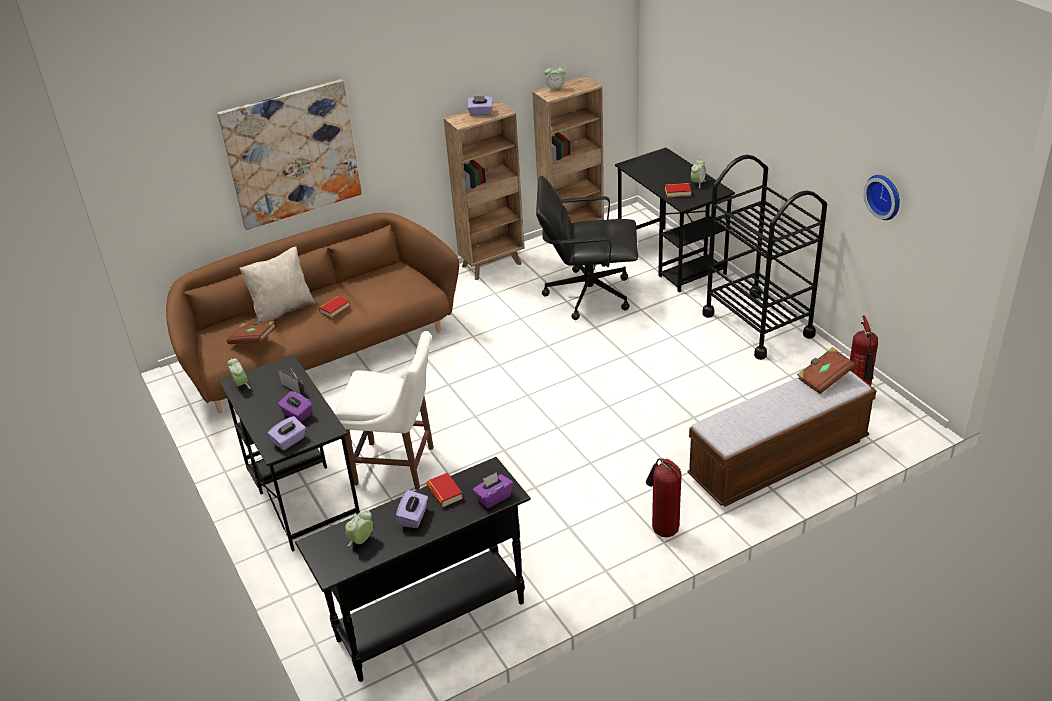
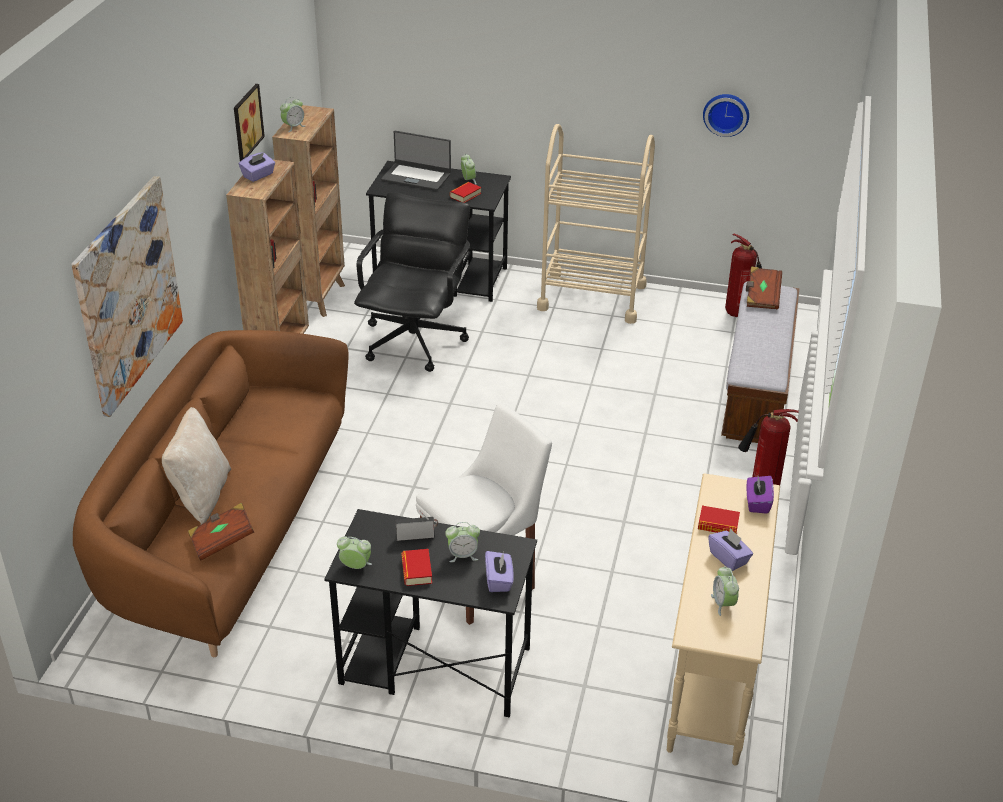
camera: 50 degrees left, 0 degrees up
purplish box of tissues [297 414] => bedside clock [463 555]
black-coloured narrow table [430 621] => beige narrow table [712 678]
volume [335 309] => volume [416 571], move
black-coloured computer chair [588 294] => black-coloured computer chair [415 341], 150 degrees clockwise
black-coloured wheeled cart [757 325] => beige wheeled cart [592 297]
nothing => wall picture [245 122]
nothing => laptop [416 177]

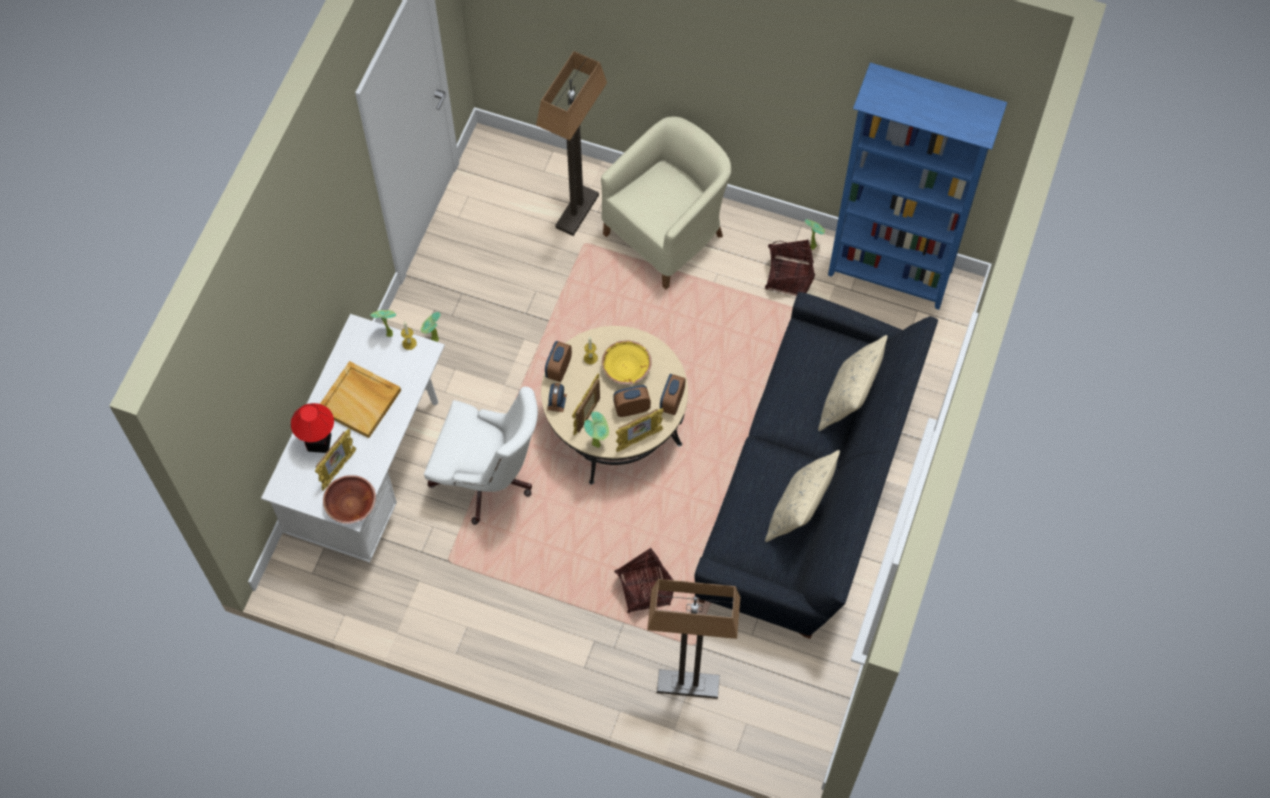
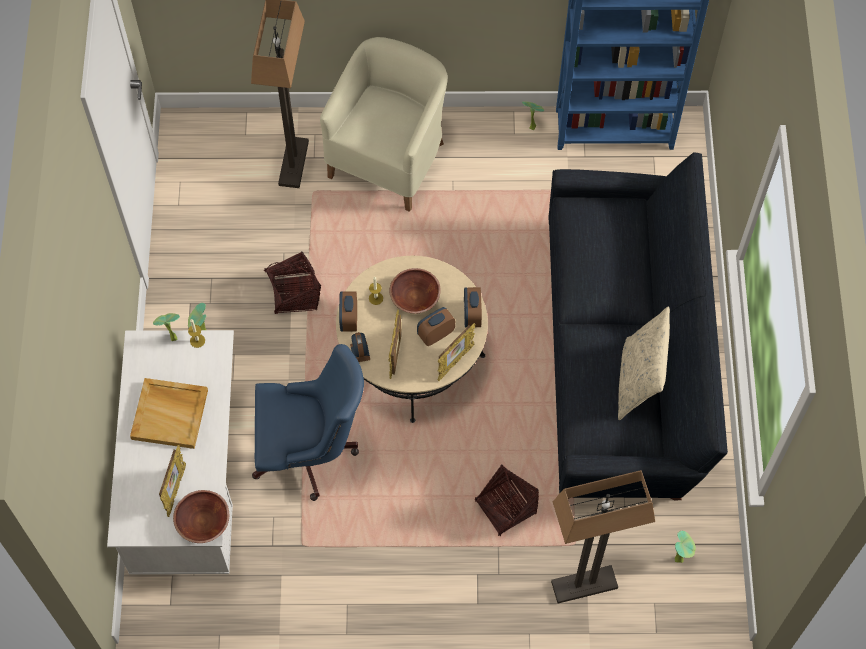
camera: 20 degrees left, 0 degrees up
table lamp [319 442] => nothing
whitish computer chair [488 479] => blue-coloured computer chair [310 451]
potted plant [598 443] => potted plant [680 558], move
yellow bowl [626 369] => brown bowl [415 298]
household basket [788 276] => household basket [294 293], move
beige throw pillow [848 401] => nothing

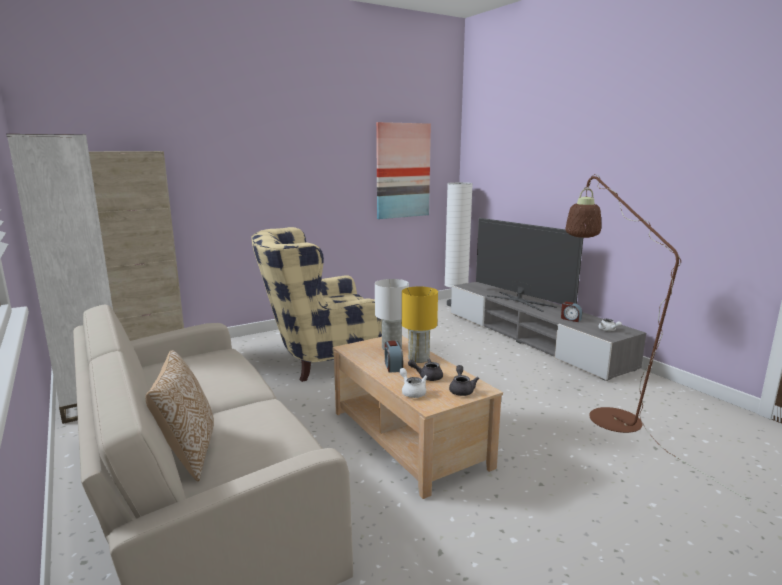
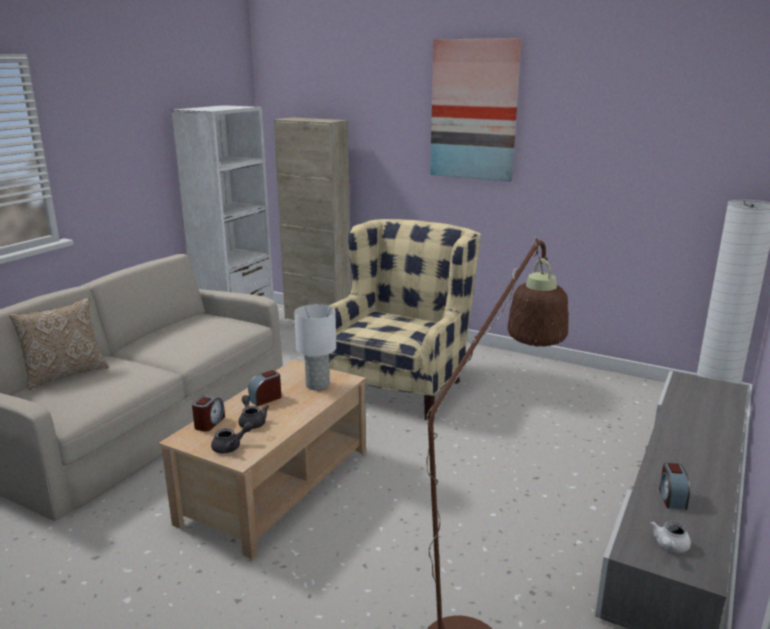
camera: 60 degrees right, 5 degrees up
beige lounge chair [318 360] => beige lounge chair [401 382], 75 degrees clockwise
wall picture [402 171] => wall picture [474 110], move
whitish teapot [412 392] => bedside clock [209 423]
yellow table lamp [418 358] => nothing
TV [520 301] => nothing

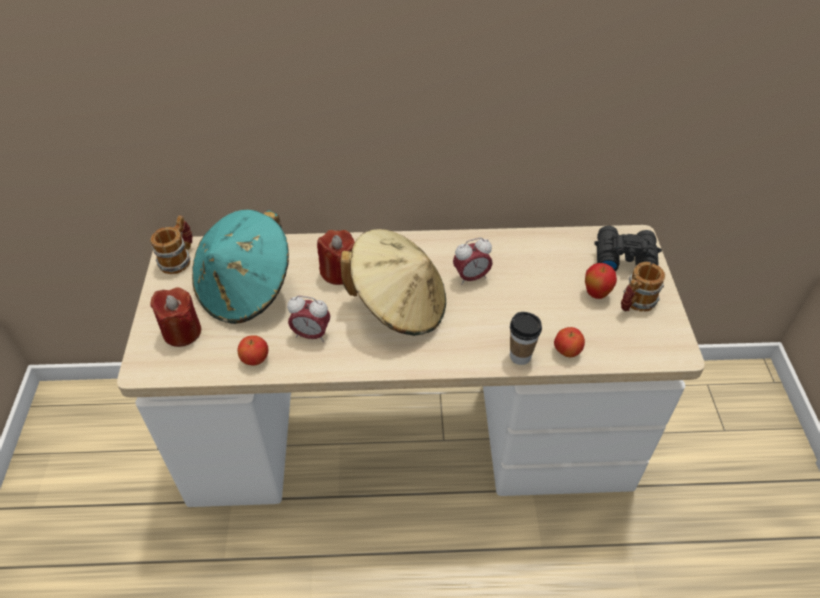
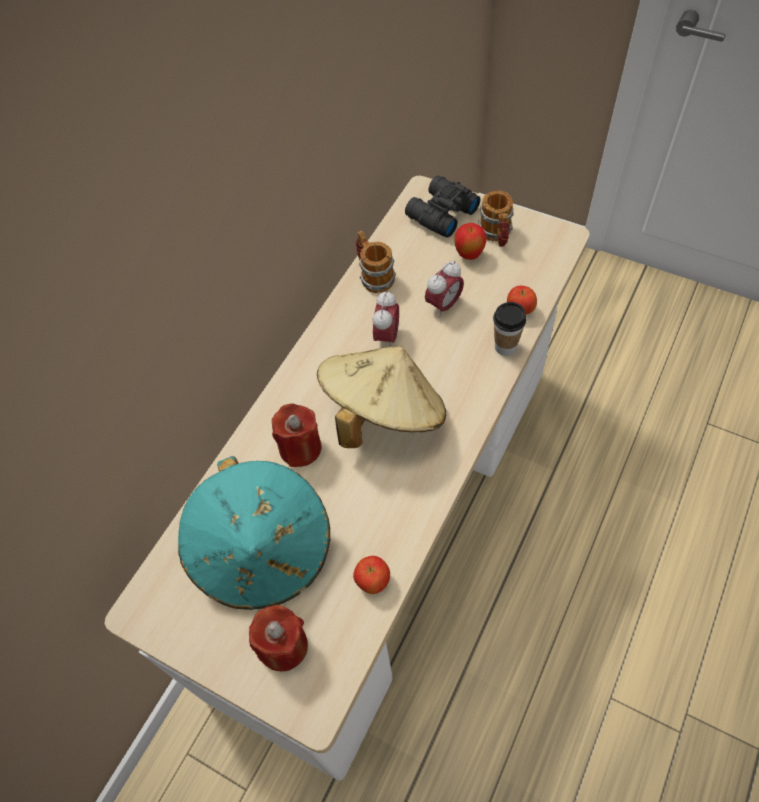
camera: 55 degrees left, 10 degrees up
coffee mug [179 259] => coffee mug [374 275], move
bedside clock [311 335] => bedside clock [444 305], move

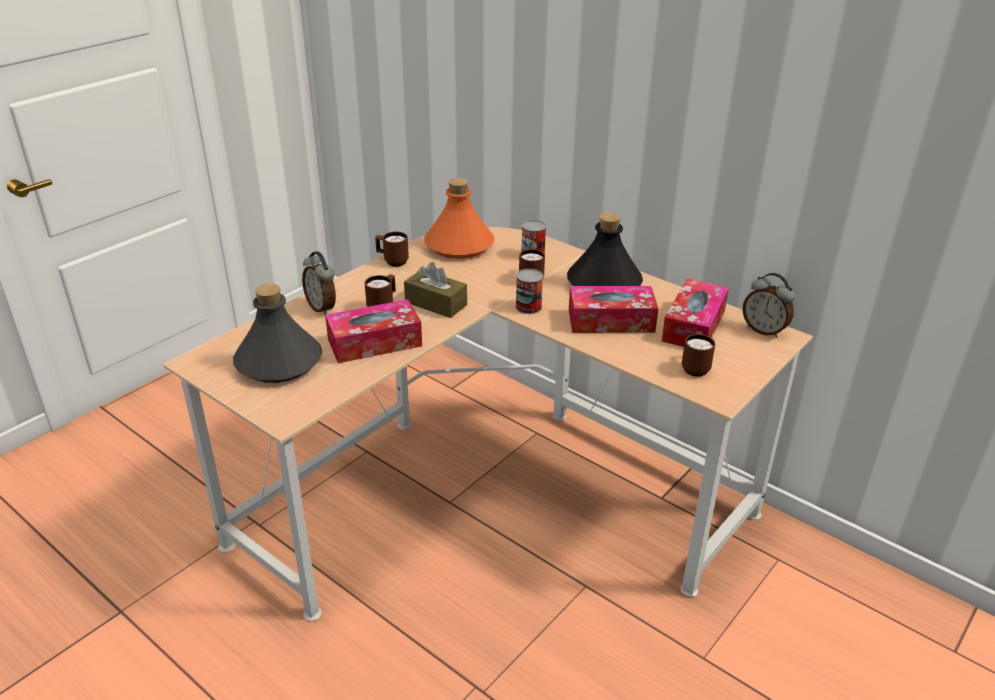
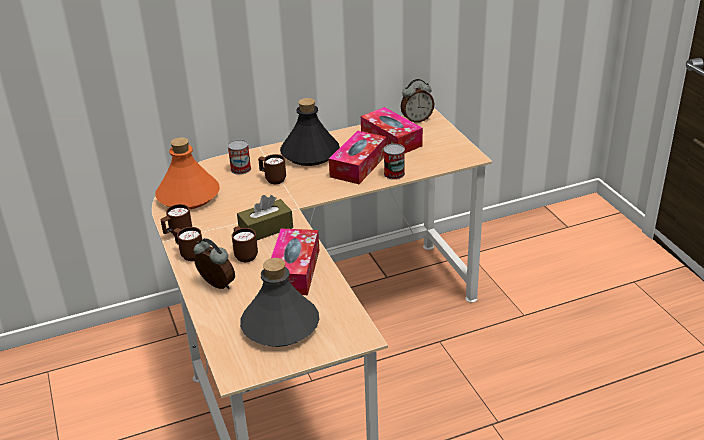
camera: 60 degrees left, 0 degrees up
bedside clock [322 308] => bedside clock [216 286], 135 degrees counterclockwise
metal can [528 307] => metal can [394 174], move
brown coffee mug [695 367] => brown coffee mug [189 254], move

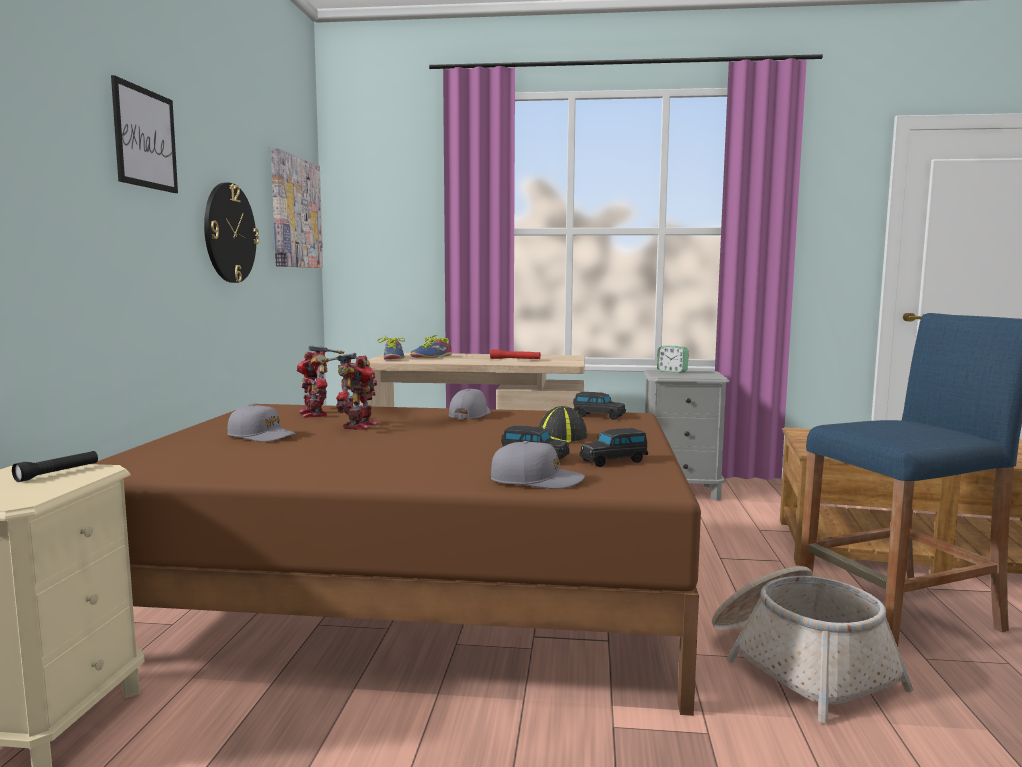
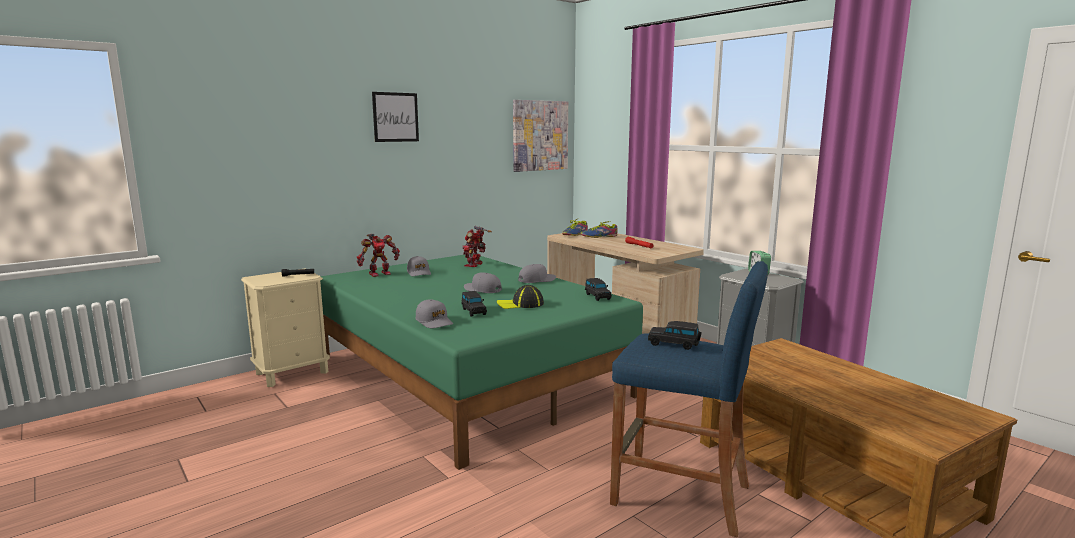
camera: 45 degrees right, 5 degrees up
brown bedroom bed [414 594] => greenish bedroom bed [469 375]
wall clock [229 233] => nothing
toy robot [357 426] => toy robot [379 273], move
black-coloured toy car [614 461] => black-coloured toy car [674 344], move
household basket [798 664] => nothing
nothing => greyish baseball cap [482 290]

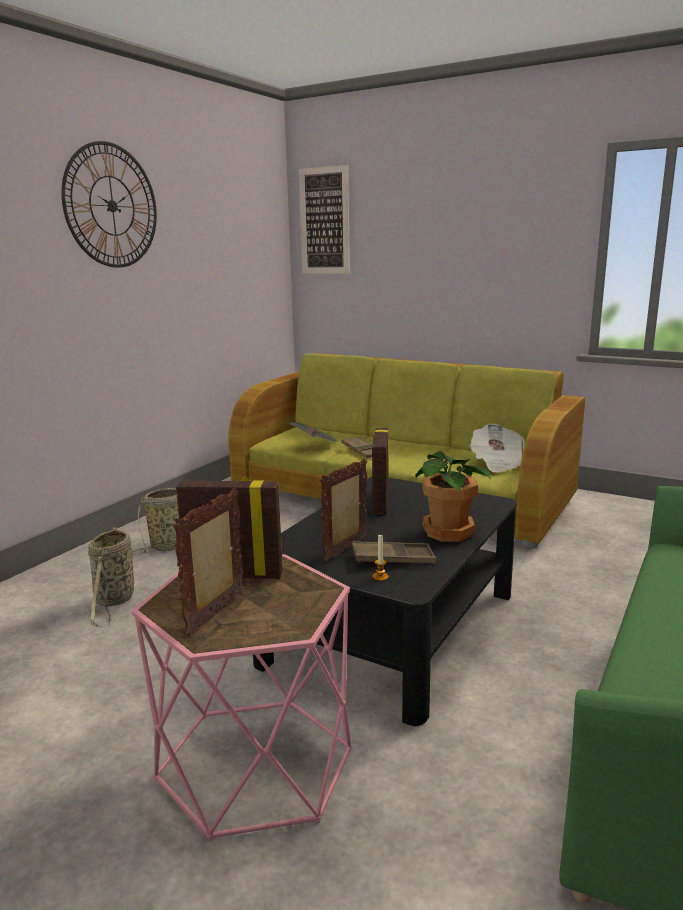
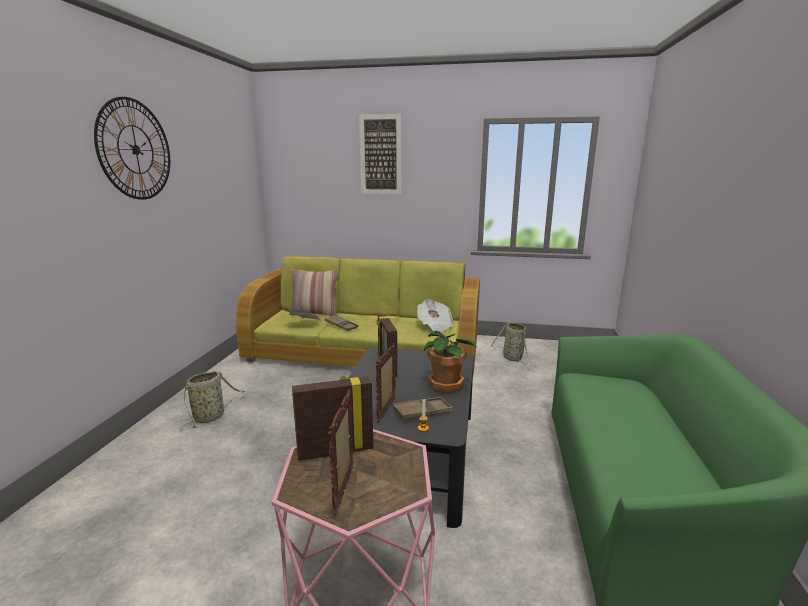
camera: 20 degrees left, 0 degrees up
household basket [114 601] => household basket [513 359], move
wall picture [324 221] => wall picture [380 155], move
nothing => throw pillow [315 313]

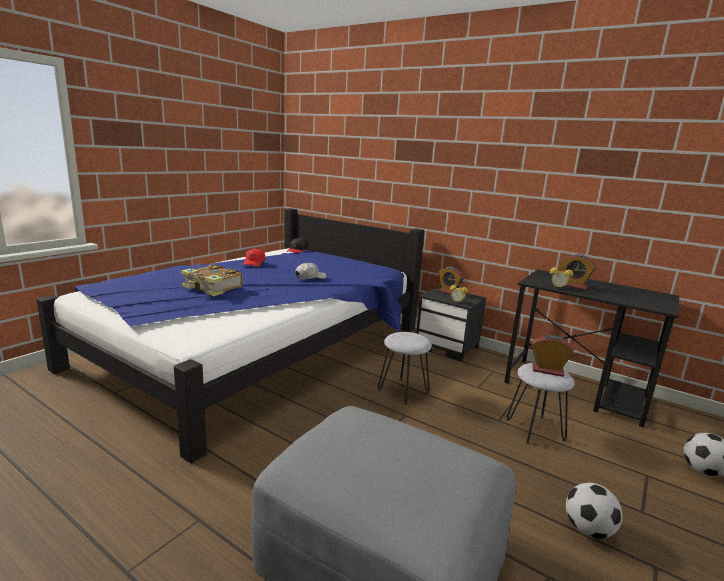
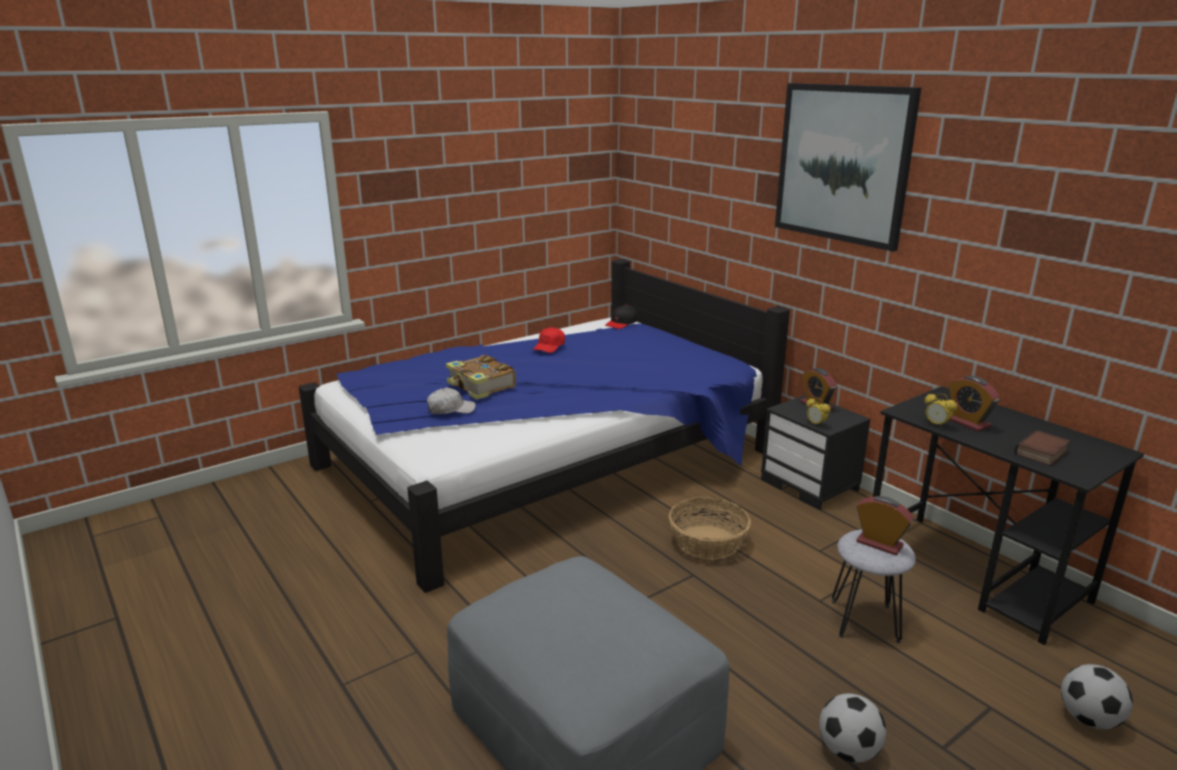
camera: 20 degrees right, 5 degrees up
whitish baseball cap [310 277] => whitish baseball cap [451 409], move
greyish sitting stool [403 391] => household basket [707 542]
nothing => wall picture [843 164]
nothing => volume [1042 453]

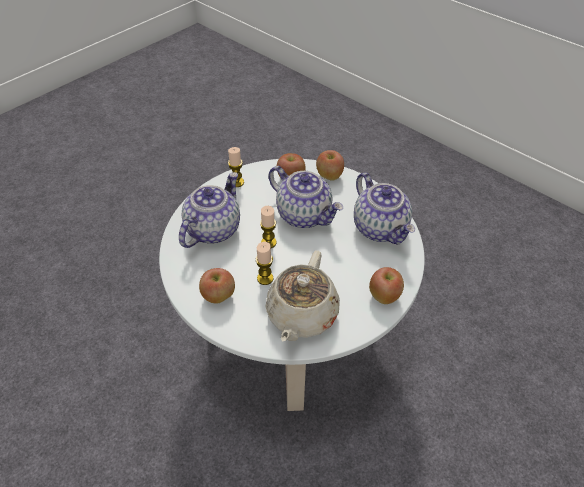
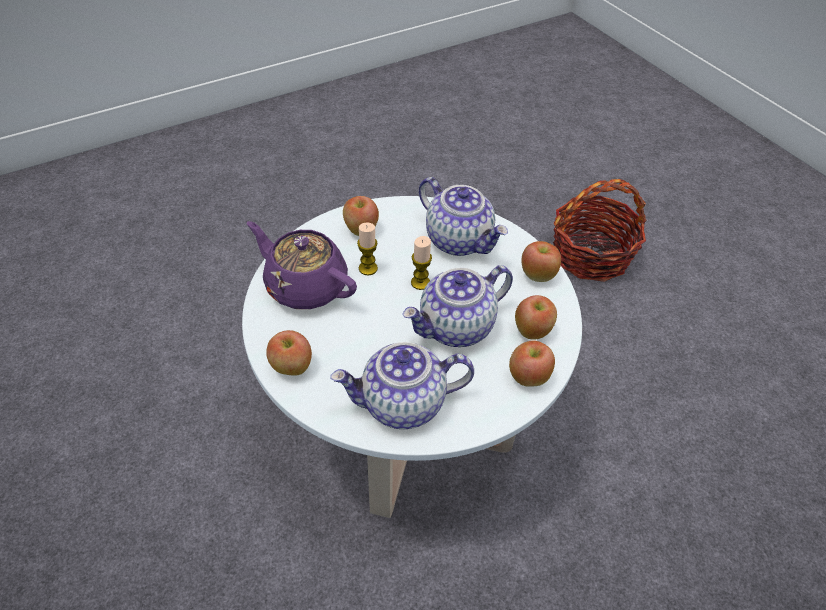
camera: 105 degrees right, 0 degrees up
wax light [237 182] => whole apple [537 275]
beige teapot [301 315] => purplish teapot [305 286]
nothing => household basket [590 255]

